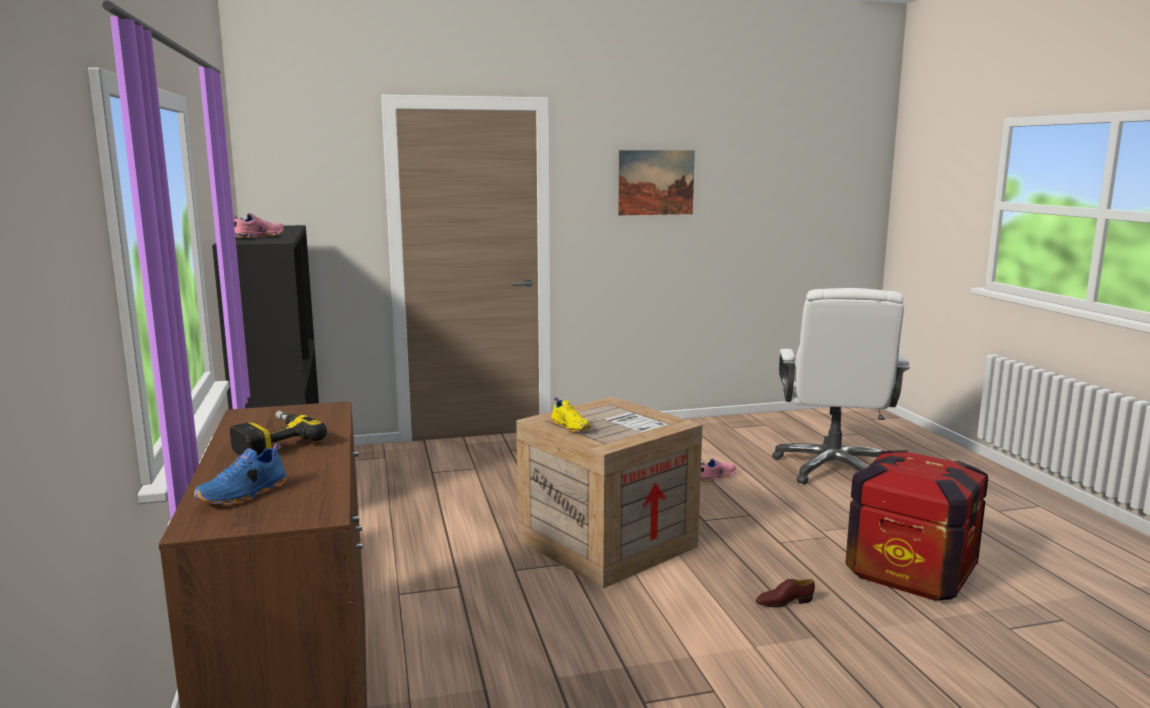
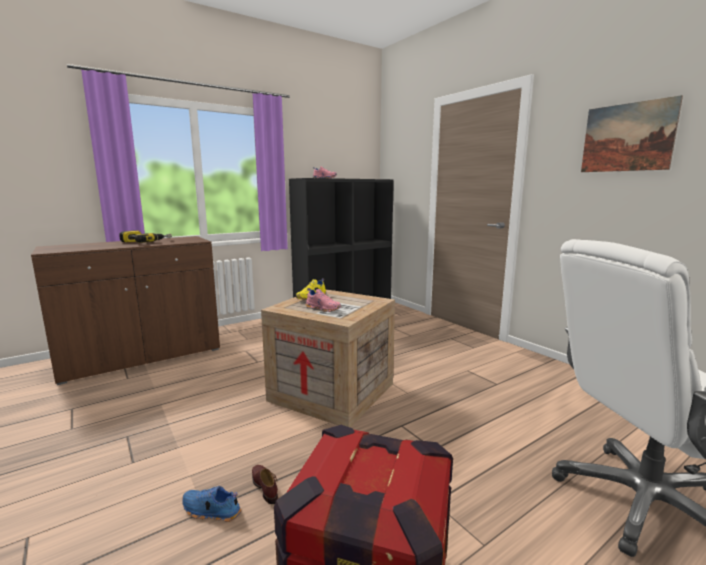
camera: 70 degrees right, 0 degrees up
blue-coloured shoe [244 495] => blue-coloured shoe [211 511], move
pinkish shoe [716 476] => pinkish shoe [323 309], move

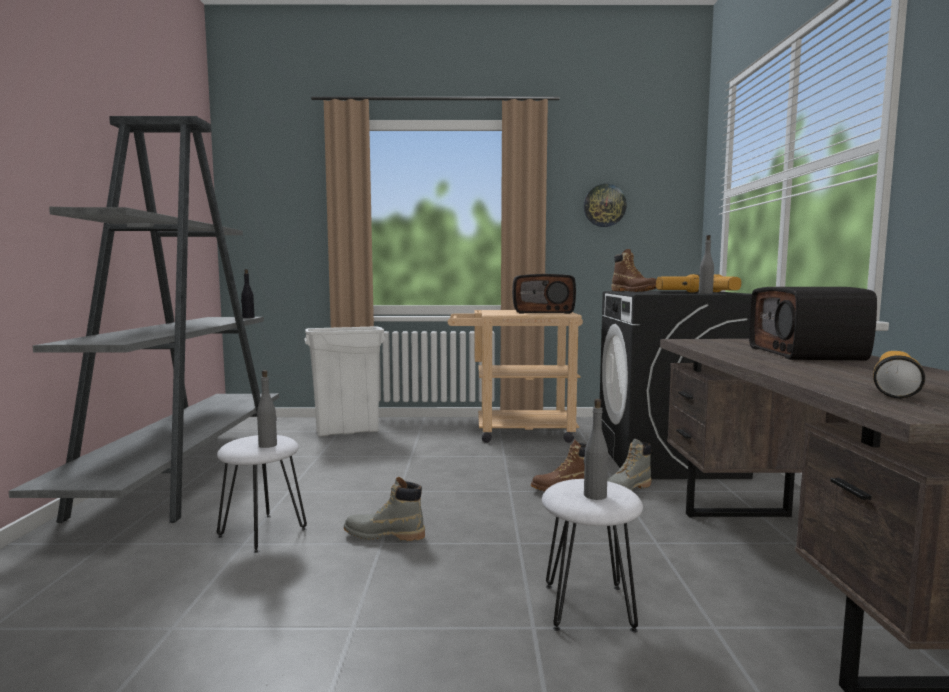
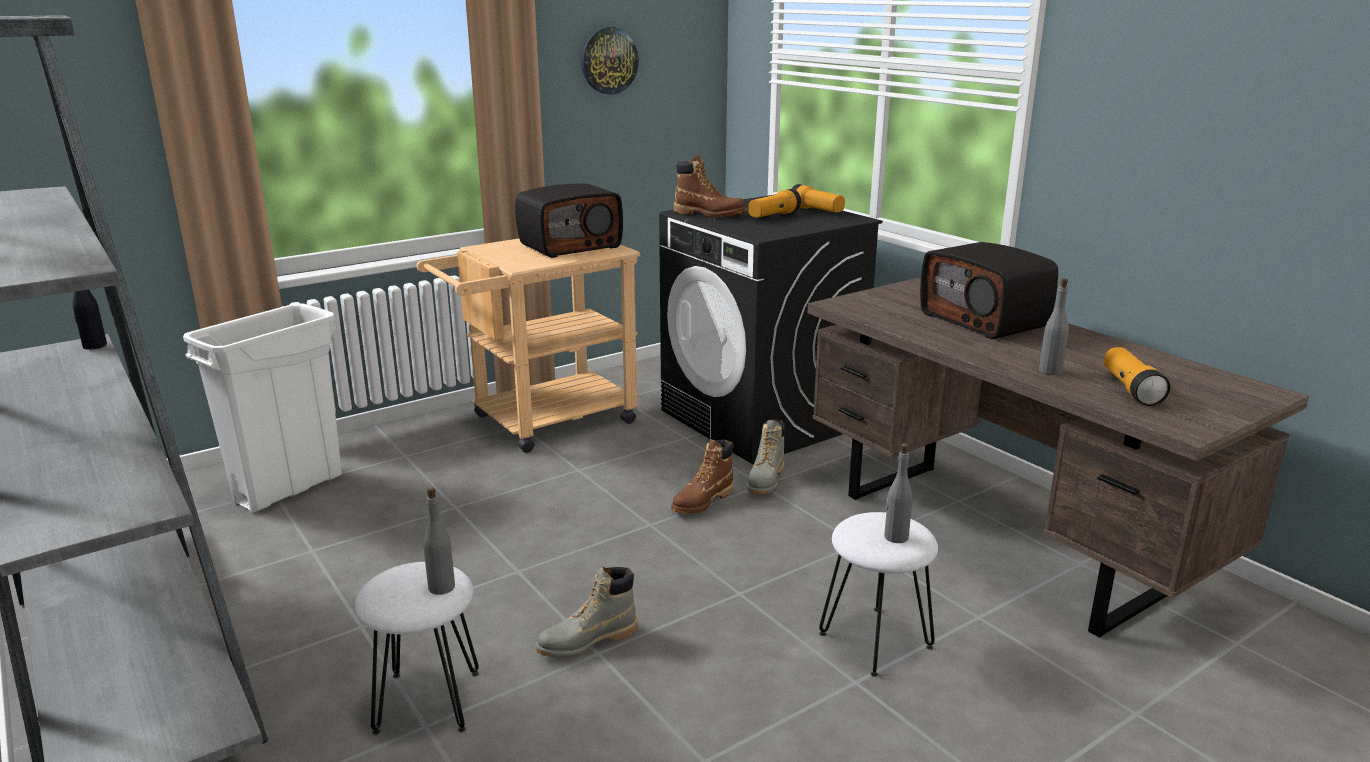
camera: 35 degrees left, 15 degrees up
greyish drink bottle [705 293] => greyish drink bottle [1050 371], move

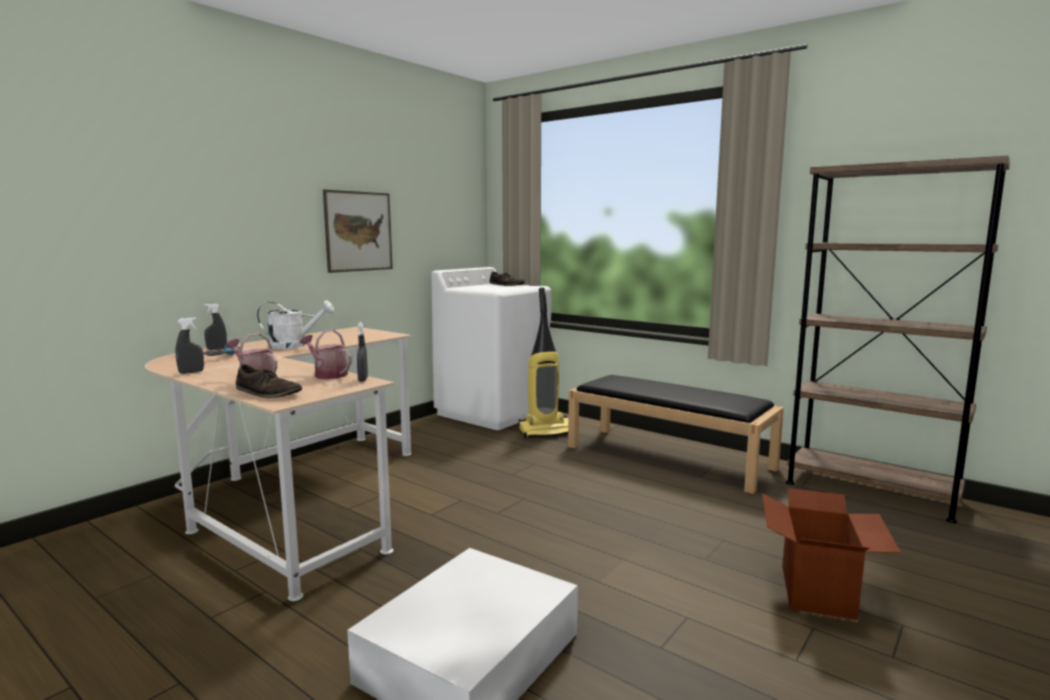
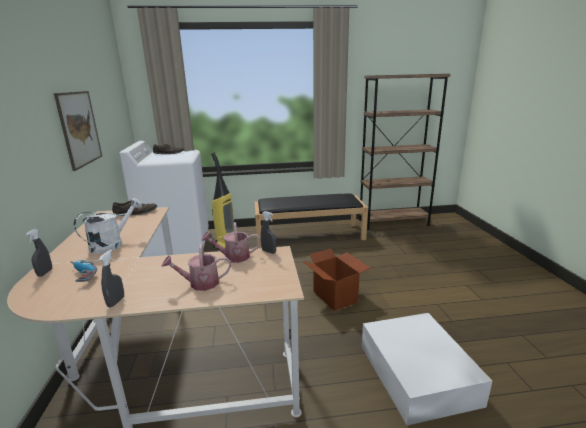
camera: 45 degrees left, 10 degrees up
brown shoe [268 393] => brown shoe [136 213], move
cardboard box [818 591] => cardboard box [335 296], move

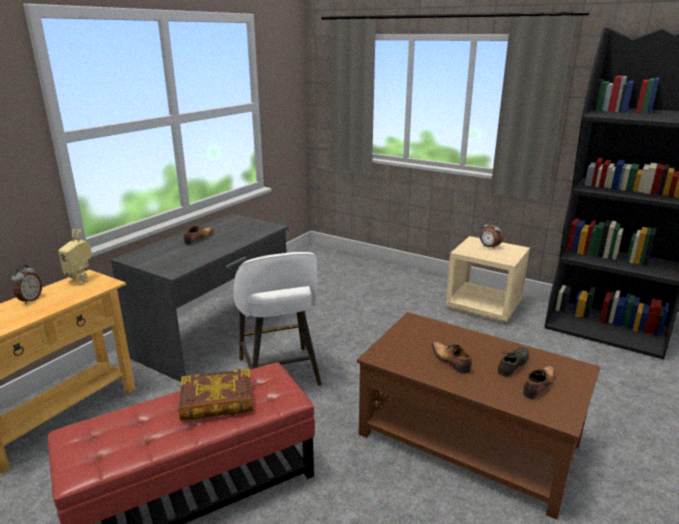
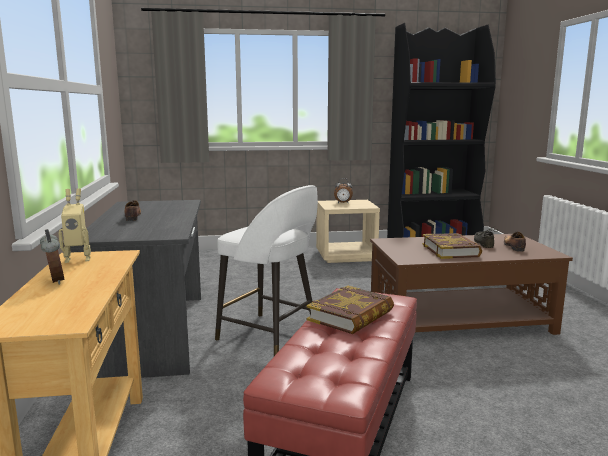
camera: 40 degrees left, 10 degrees down
shoe [450 361] => volume [451 250]

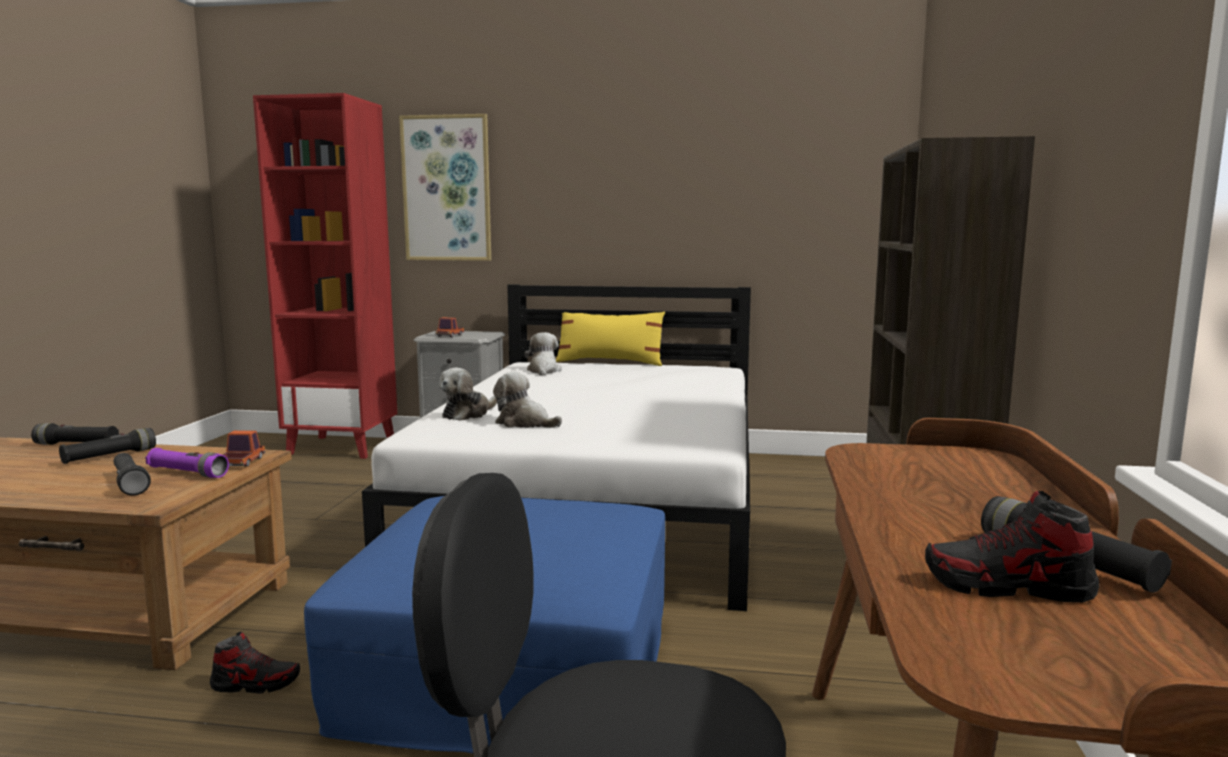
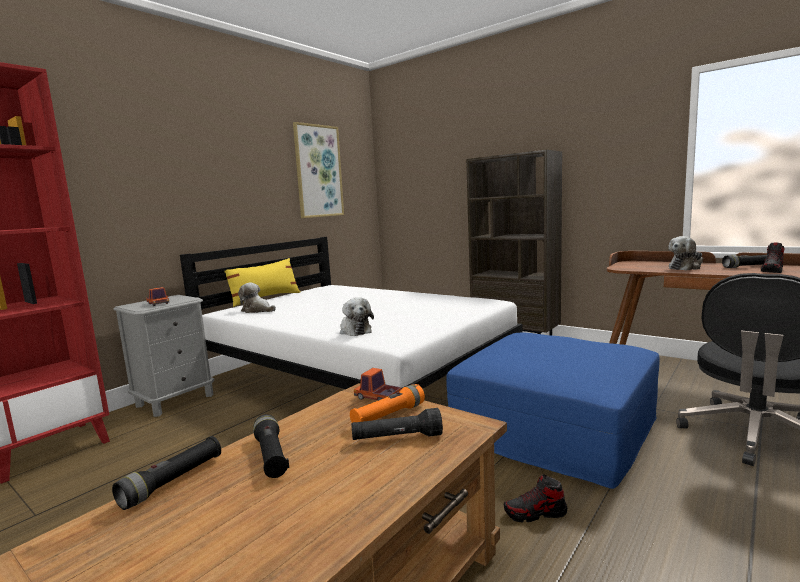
camera: 60 degrees left, 0 degrees up
purplish torch [188 473] => orangey torch [388 416]
shoe [256 684] => shoe [535 513], 120 degrees counterclockwise
wall picture [447 188] => wall picture [318 171], move
cuddly toy [525 423] => cuddly toy [686 267], move

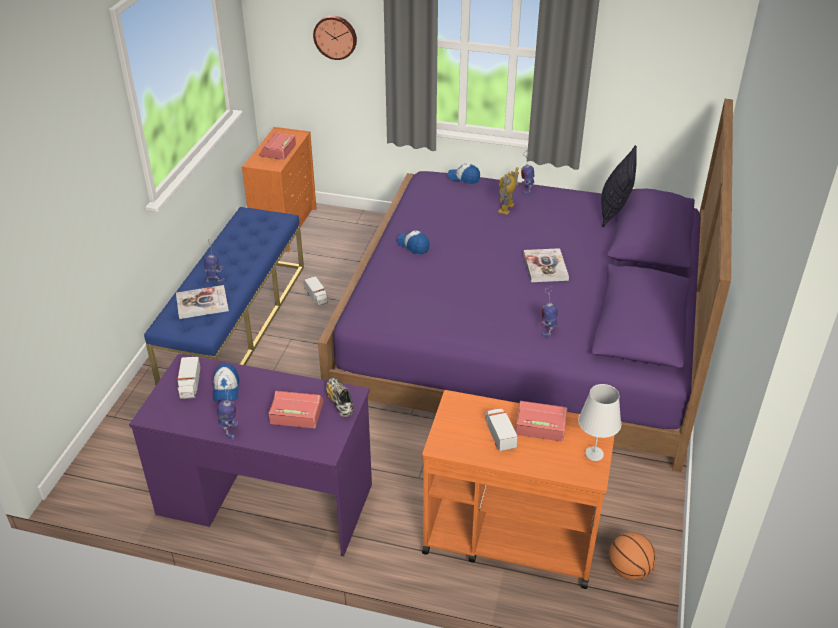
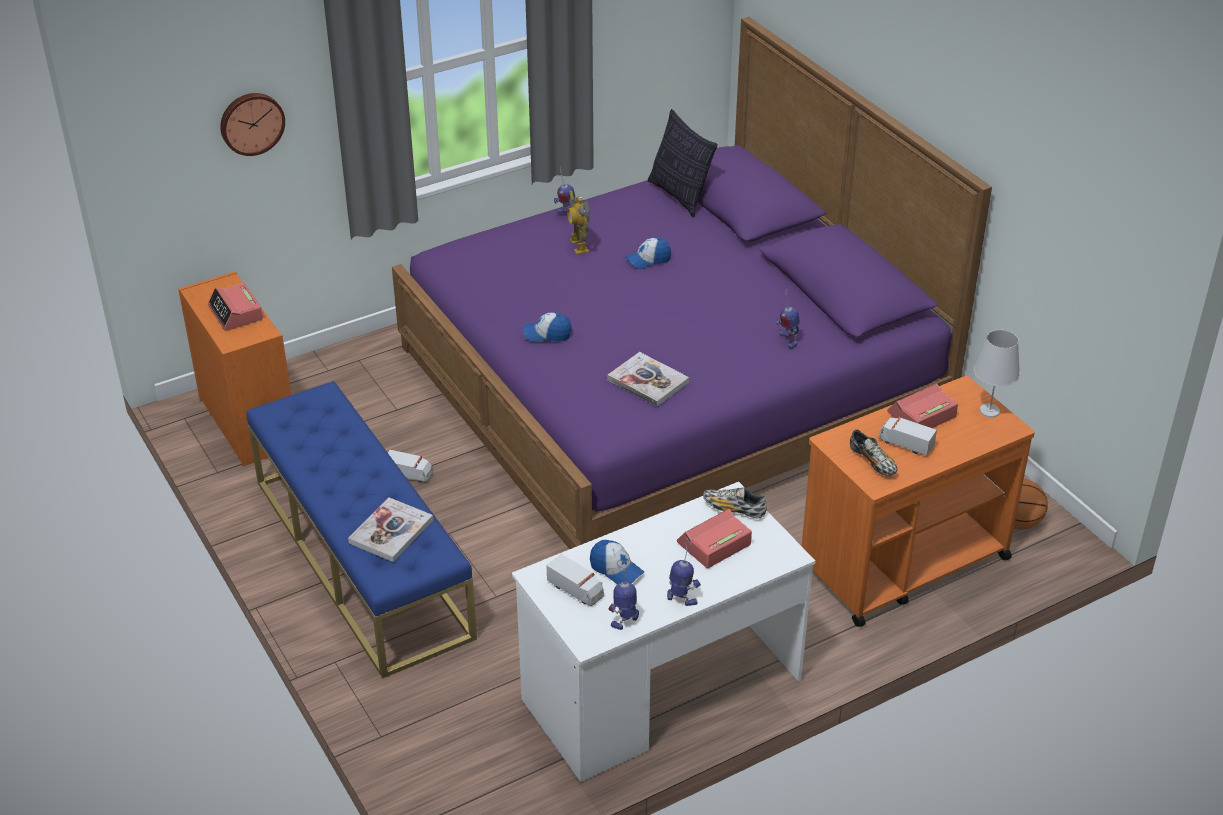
camera: 45 degrees left, 0 degrees up
purplish desk unit [265 499] => whitish desk unit [661 690]
toy robot [215 280] => toy robot [626 620], move
baseball cap [463 178] => baseball cap [648 260], move
volume [545 267] => volume [648 381], move
nothing => shoe [873 462]

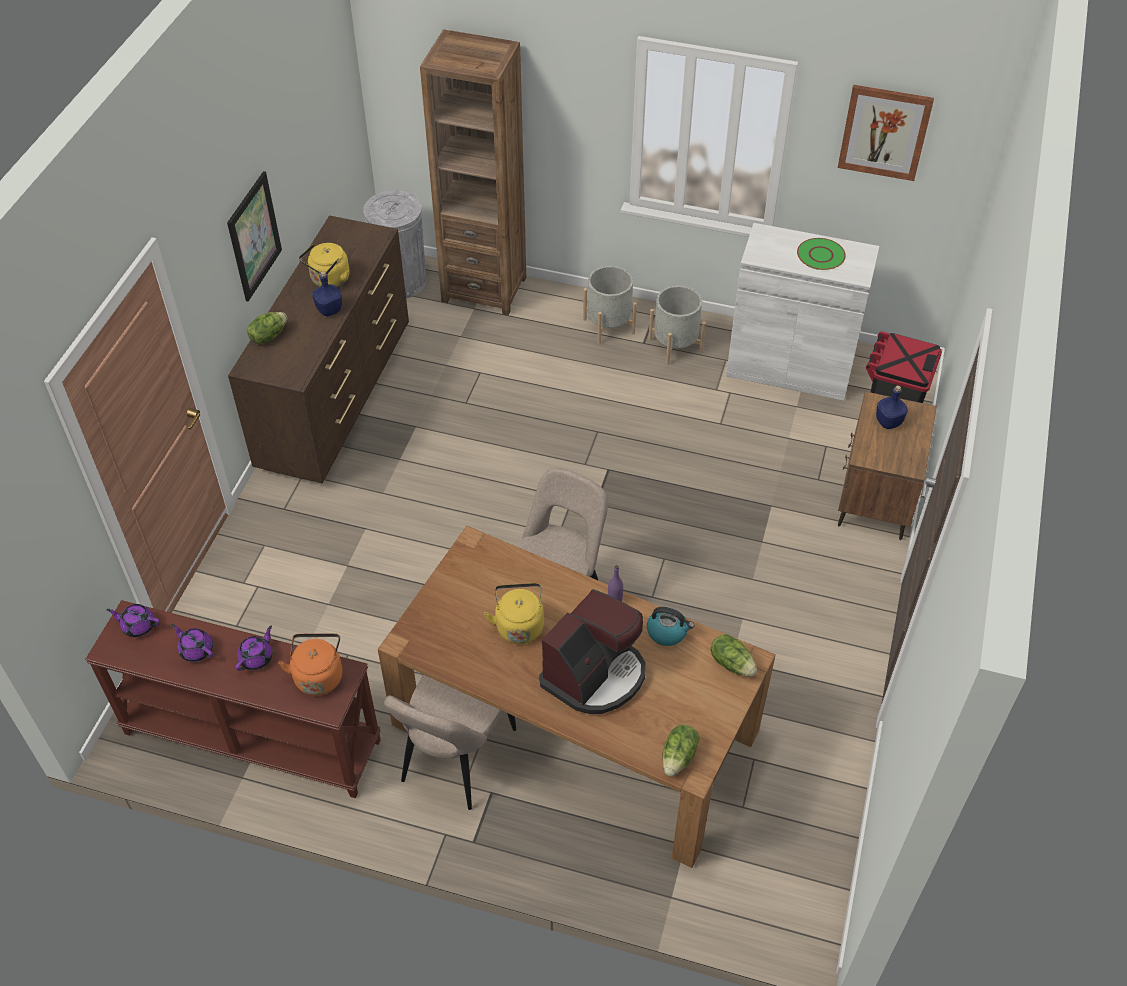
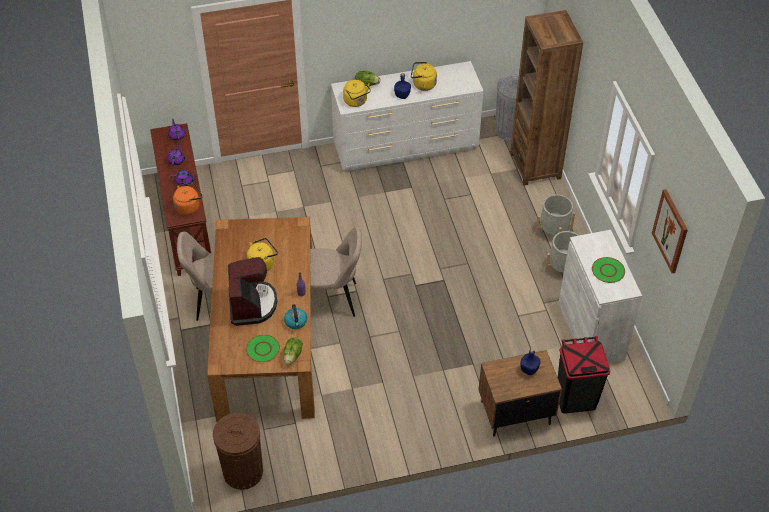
camera: 60 degrees right, 0 degrees up
wall picture [254 236] => nothing
brown chest of drawers [337 397] => whitish chest of drawers [406 147]
coffee machine [595 675] => coffee machine [252 304], 105 degrees counterclockwise
lettuce [679 757] => nothing
nothing => brown rubbish bin [243 471]
nothing => greenish flat dish [262 349]
nothing => yellow tea kettle [356 101]

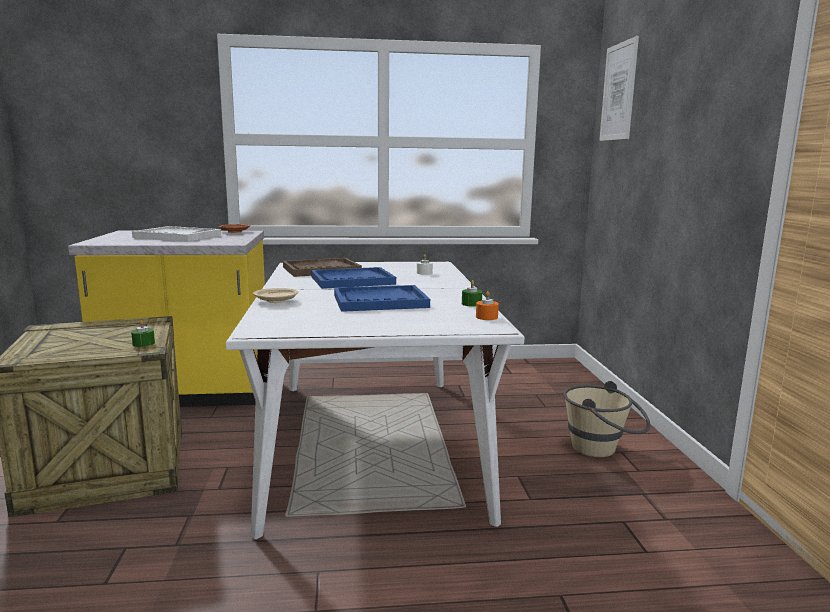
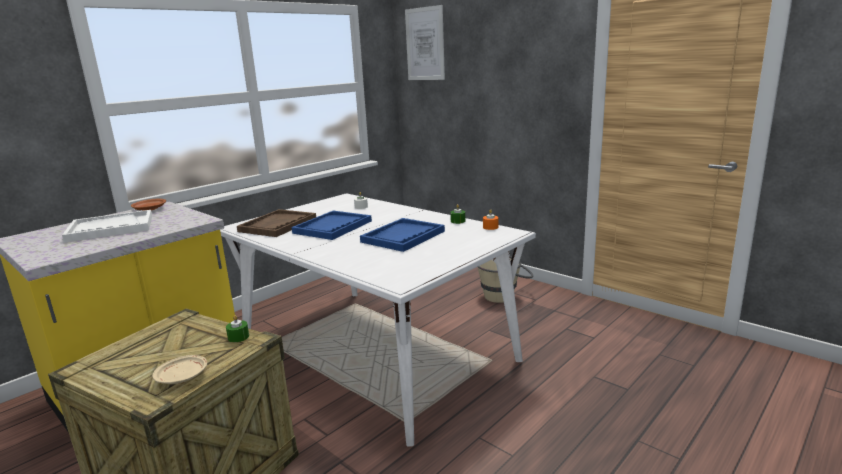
camera: 40 degrees left, 5 degrees up
beige flat dish [277 301] => beige flat dish [183 377], move

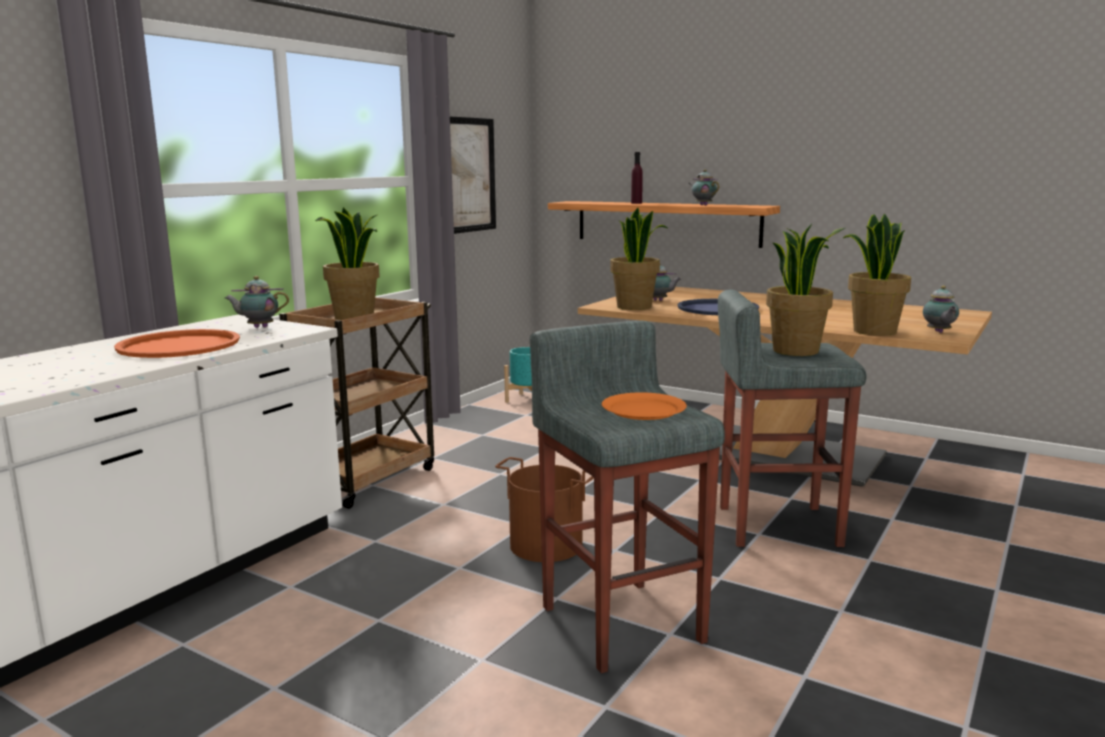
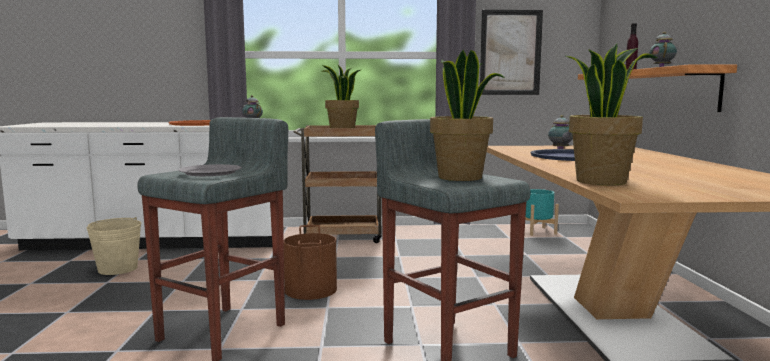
camera: 55 degrees right, 5 degrees down
orangey flat dish [644 410] => greyish flat dish [210 172]
potted plant [635 307] => nothing
teapot [939 332] => nothing
nothing => beige pail [118 269]

